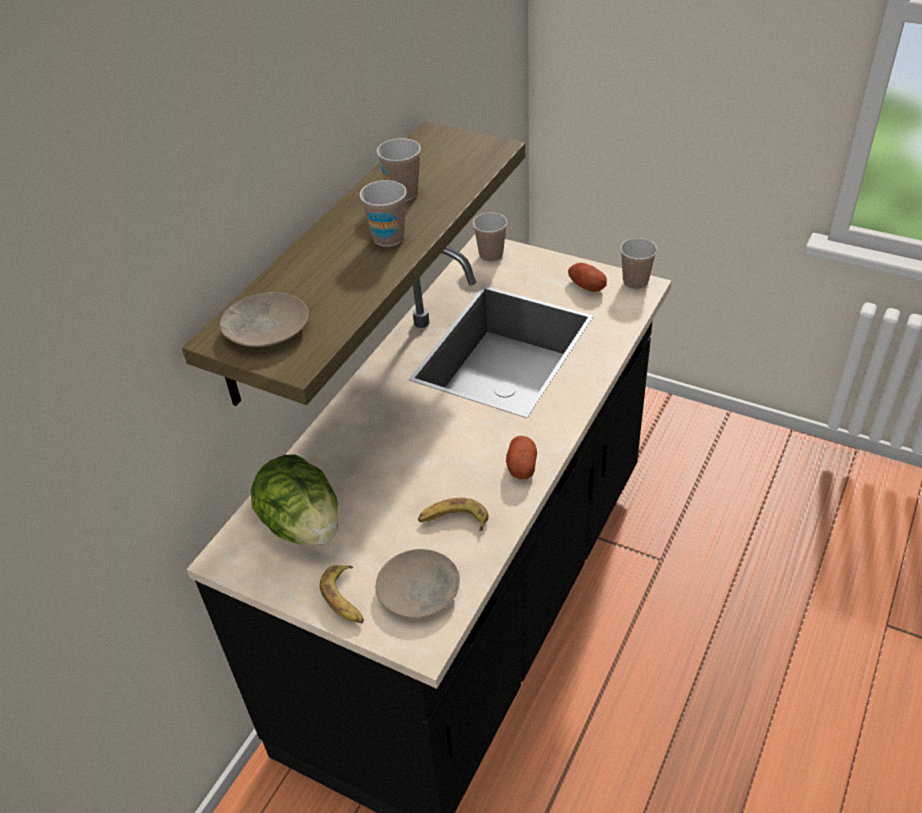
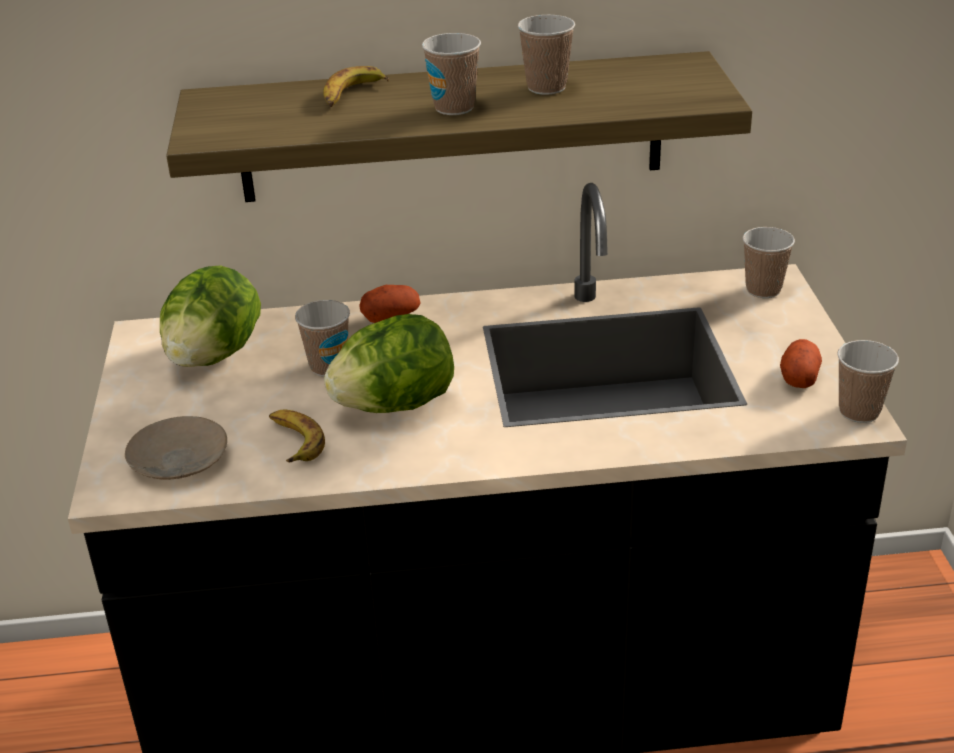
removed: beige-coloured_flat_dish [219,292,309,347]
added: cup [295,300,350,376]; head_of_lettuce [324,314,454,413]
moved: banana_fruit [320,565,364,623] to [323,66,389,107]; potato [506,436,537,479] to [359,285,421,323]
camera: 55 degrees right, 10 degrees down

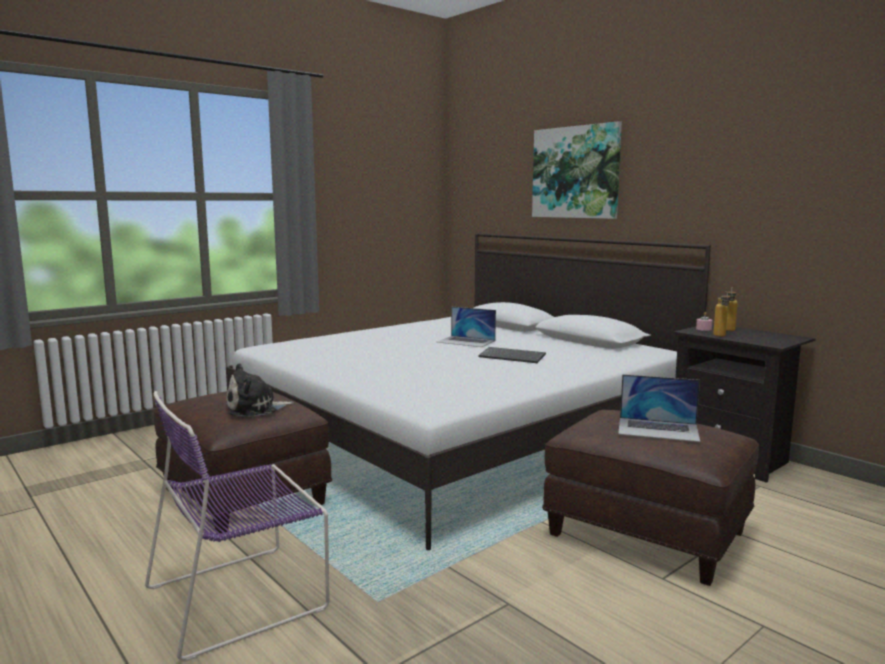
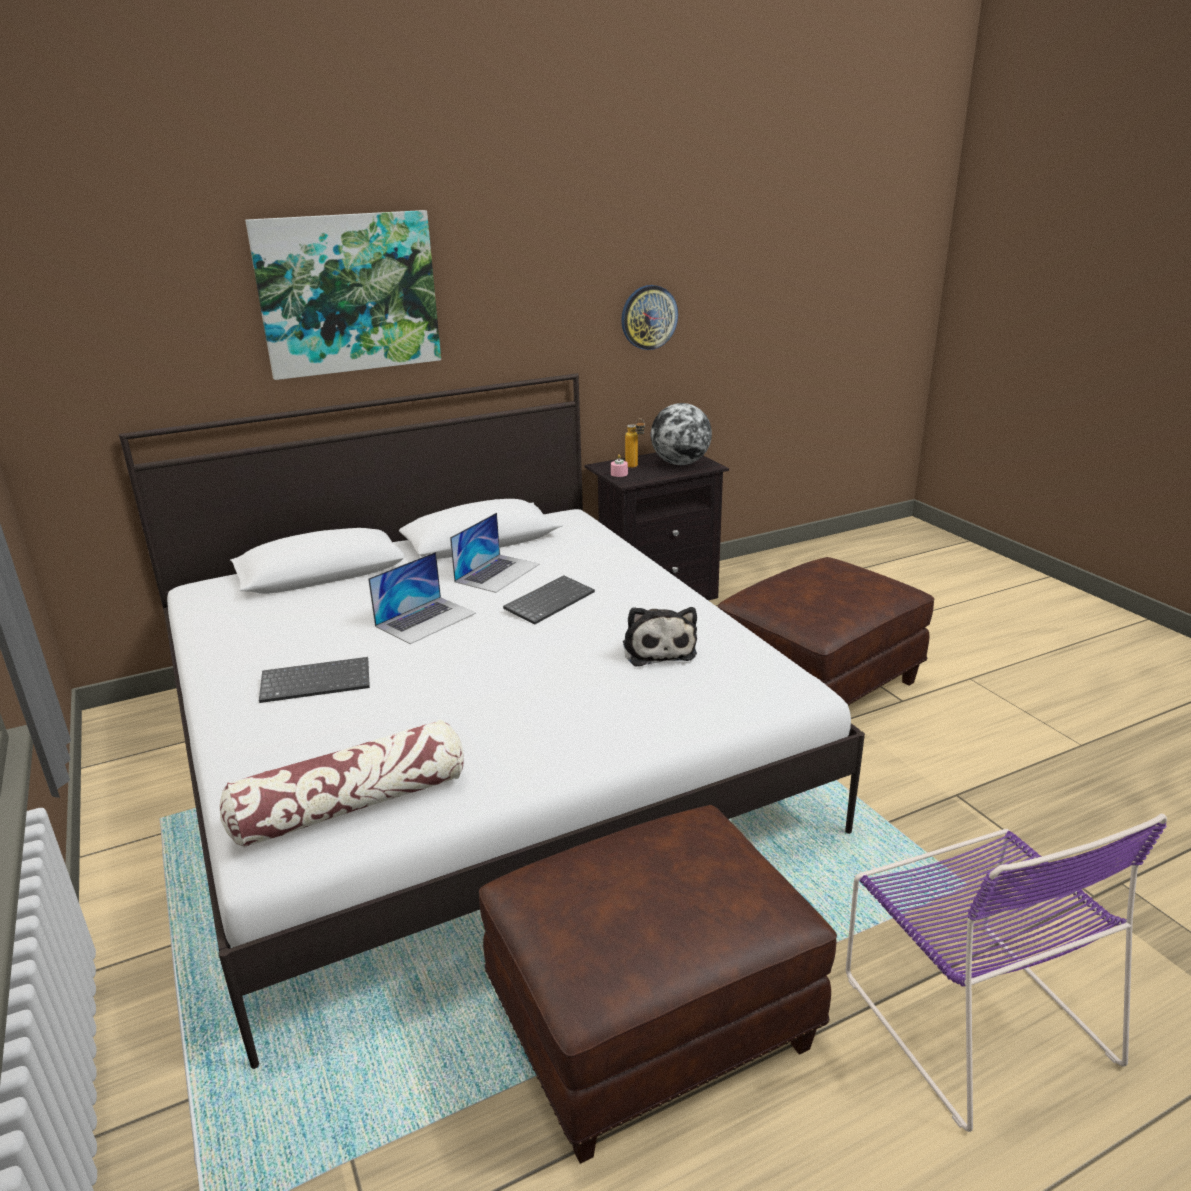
removed: bottle [713,291,730,337]
added: throw_pillow [220,720,464,848]; keyboard [259,657,370,703]; hanging_clock [621,285,678,350]; desk_globe [651,403,712,465]
moved: portable_computer [618,374,700,442] to [450,513,540,593]; soft_toy [226,363,294,417] to [623,607,697,667]
camera: 75 degrees left, 15 degrees up

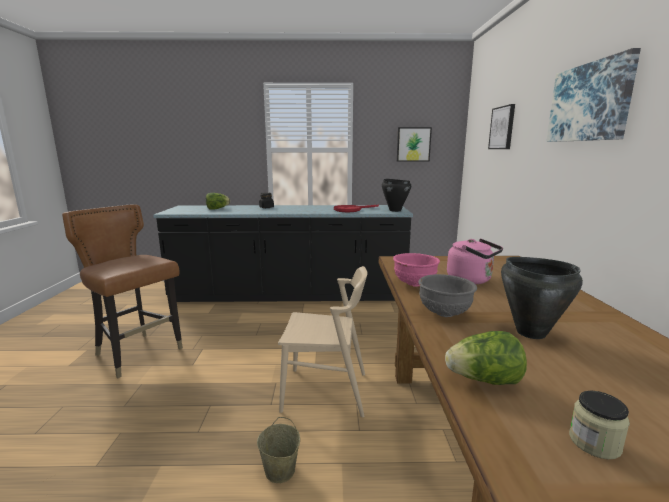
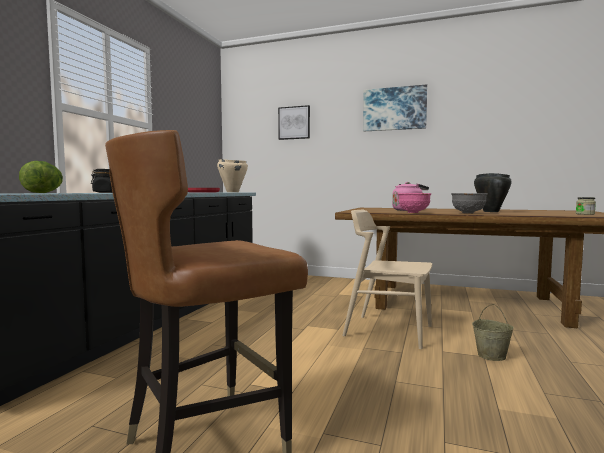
removed: wall_art [397,127,432,161]; head_of_lettuce [445,331,527,385]
recoloured: blackish_saucepot [382,179,411,212] to beige-coloured_saucepot [217,159,248,192]
turned: beige-coloured_chair [278,266,367,417] = [342,210,432,349] 90 degrees counterclockwise
camera: 70 degrees left, 10 degrees down

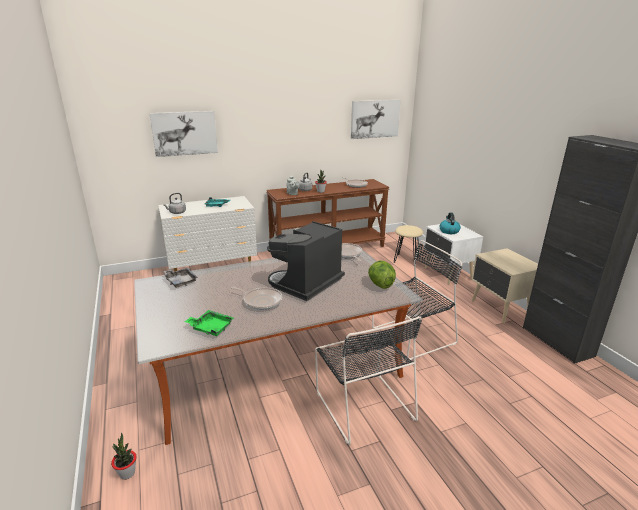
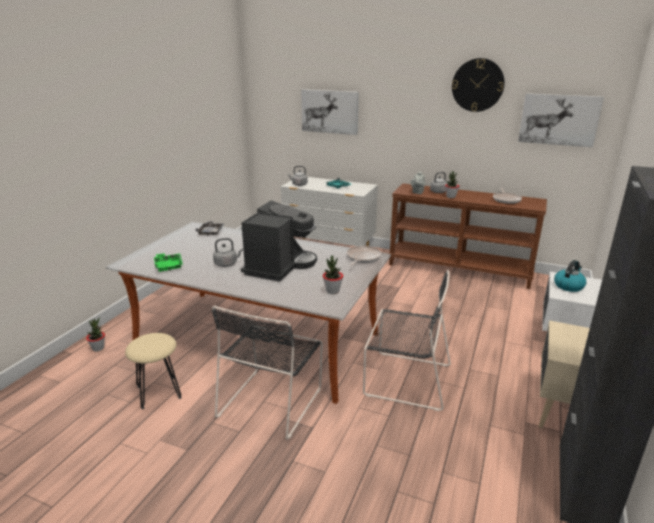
added: hanging_clock [452,58,504,112]
moved: beige-coloured_stool_seat [394,225,423,263] to [125,333,182,409]
replaced: frying_pan [231,286,282,310] to gray_tea_kettle [213,238,243,267]; head_of_lettuce [368,261,396,289] to plant_in_a_pot [323,256,343,294]
turned: coffee_maker [267,221,345,301] = [241,200,317,282] 120 degrees clockwise
camera: 45 degrees right, 0 degrees up

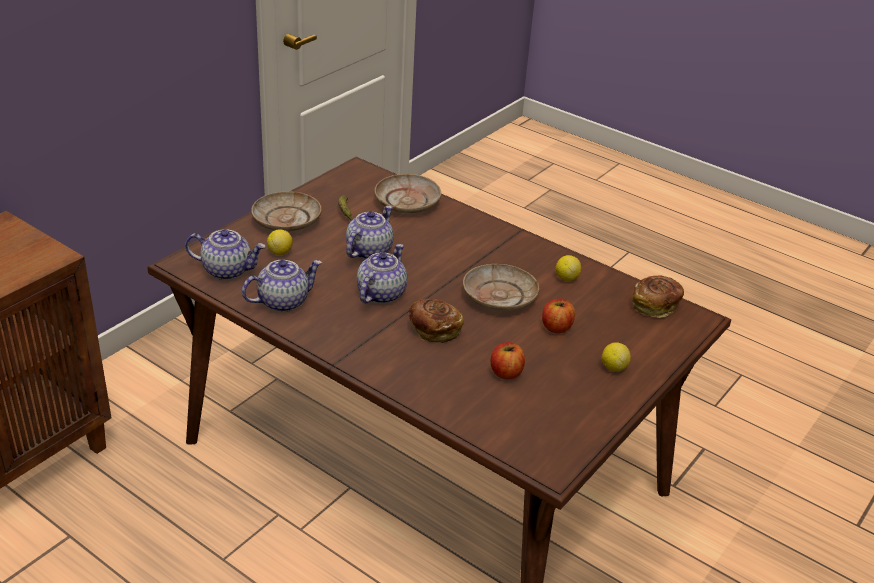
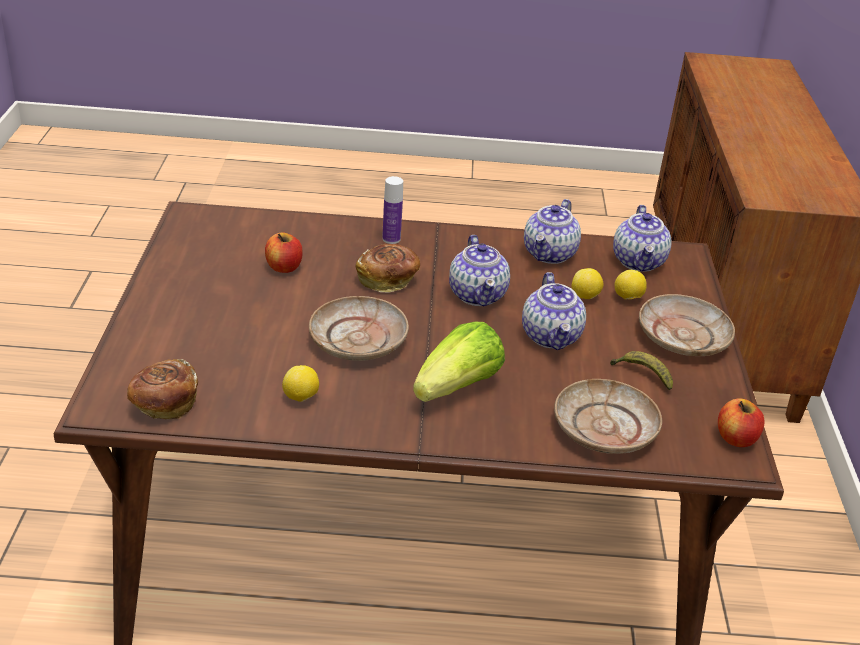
added: bottle [382,176,403,244]; head_of_lettuce [413,322,505,402]
moved: lemon [602,342,631,372] to [572,268,603,299]; whole_apple [542,299,575,333] to [718,398,765,447]
turned: tea_pot [185,229,266,280] = [613,205,671,272] 60 degrees counterclockwise
camera: 145 degrees right, 0 degrees up

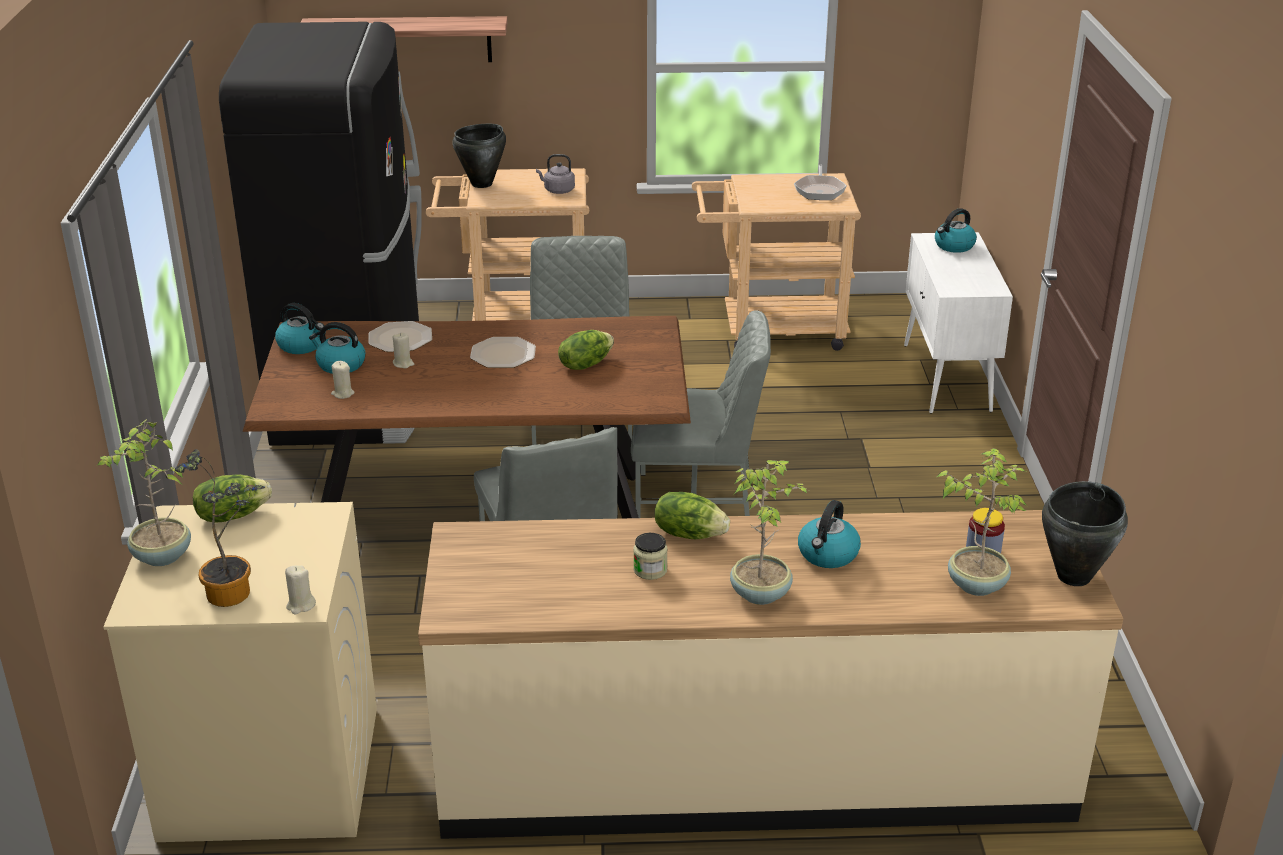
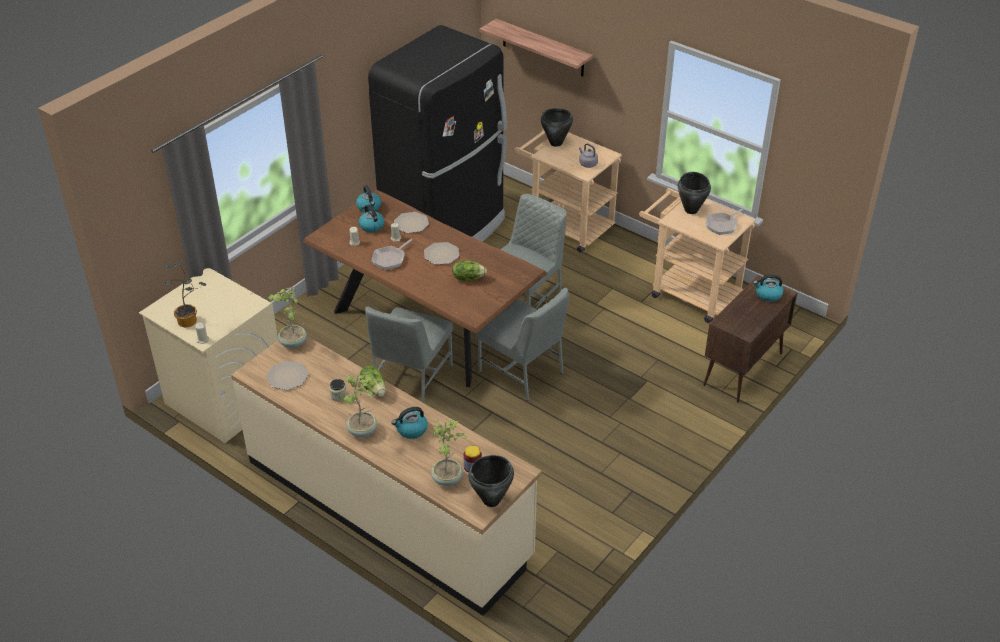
removed: head_of_lettuce [193,475,272,523]
added: flat_dish [266,361,309,390]; frying_pan [372,239,412,270]; blackish_saucepot [678,172,711,214]
moved: plant_in_a_pot [98,419,191,566] to [268,287,307,348]
recoloured: white_cupboard [904,232,1013,414] to brown-coloured_cupboard [703,275,798,403]
camera: 40 degrees right, 10 degrees up

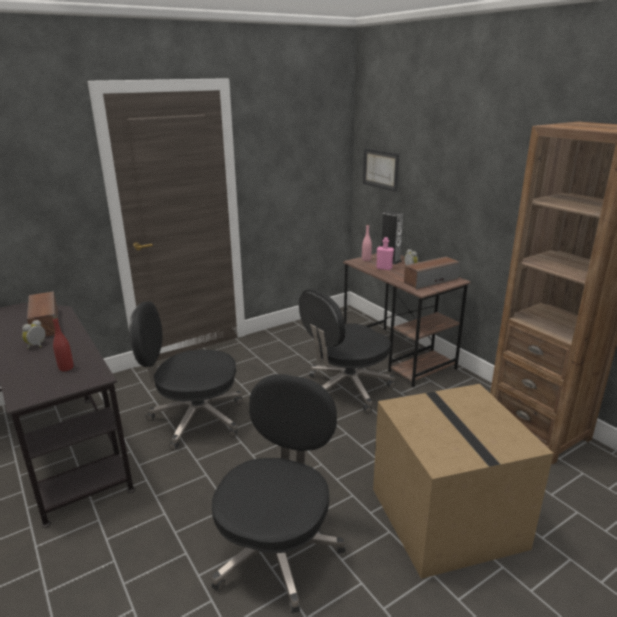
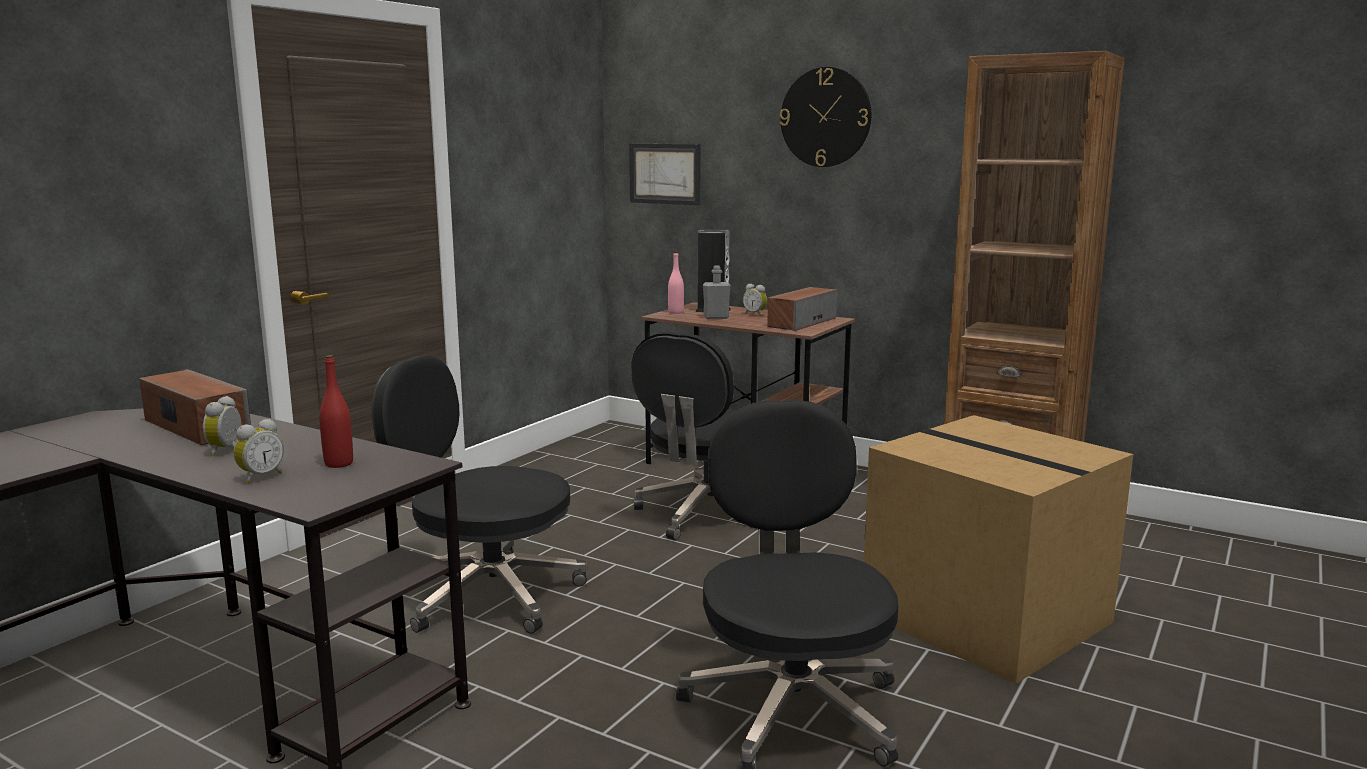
added: alarm_clock [234,419,284,483]; hanging_clock [780,67,871,167]
recoloured: pinkish_bottle [376,237,394,270] to gray_bottle [703,265,731,319]
turned: blackish_computer_chair [129,301,243,450] = [371,356,587,634] 45 degrees clockwise
camera: 25 degrees left, 10 degrees down

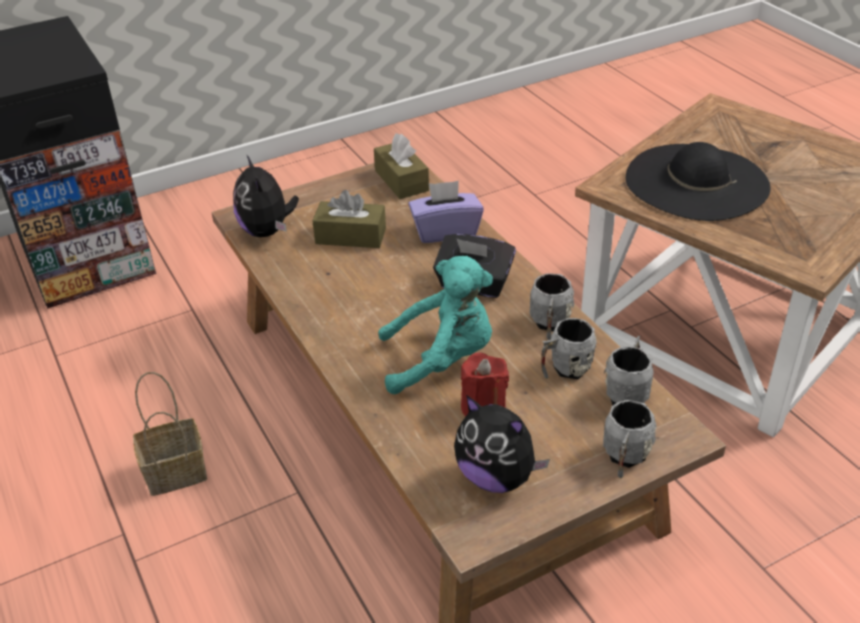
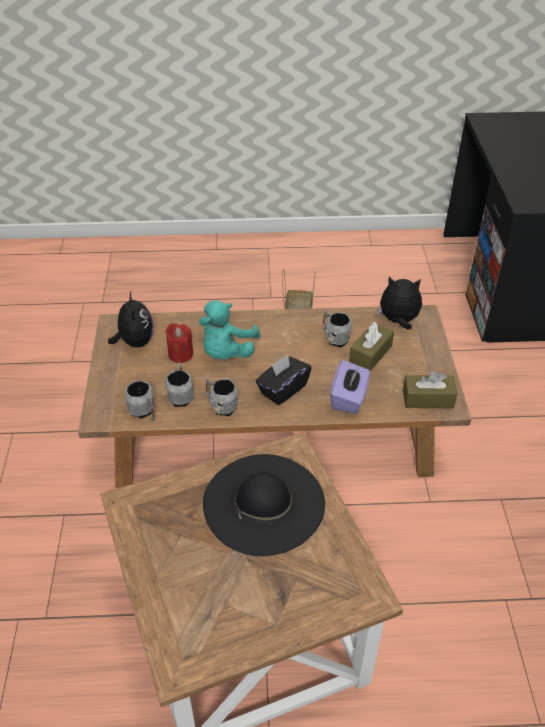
moved: gray_mug [603,400,657,478] to [323,310,352,348]
turned: soft_toy [454,395,550,493] = [108,292,154,347] 105 degrees clockwise
camera: 115 degrees right, 5 degrees up

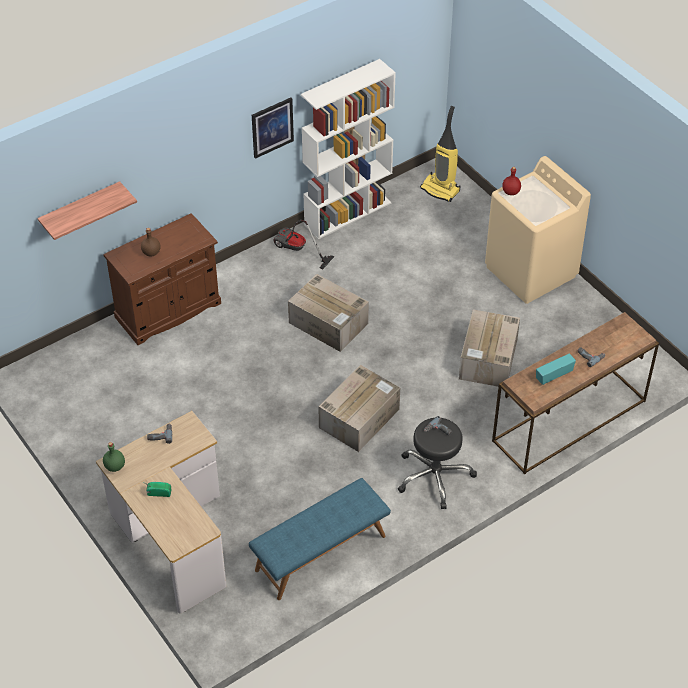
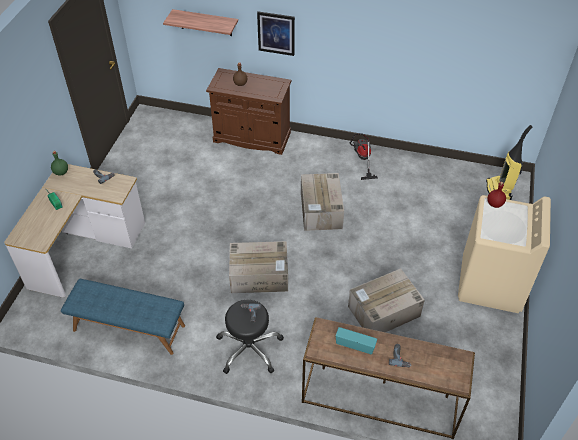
removed: white_bookshelf [301,59,396,239]
moved: wall_art [252,98,294,159] to [257,11,295,56]
camera: 50 degrees right, 0 degrees up

